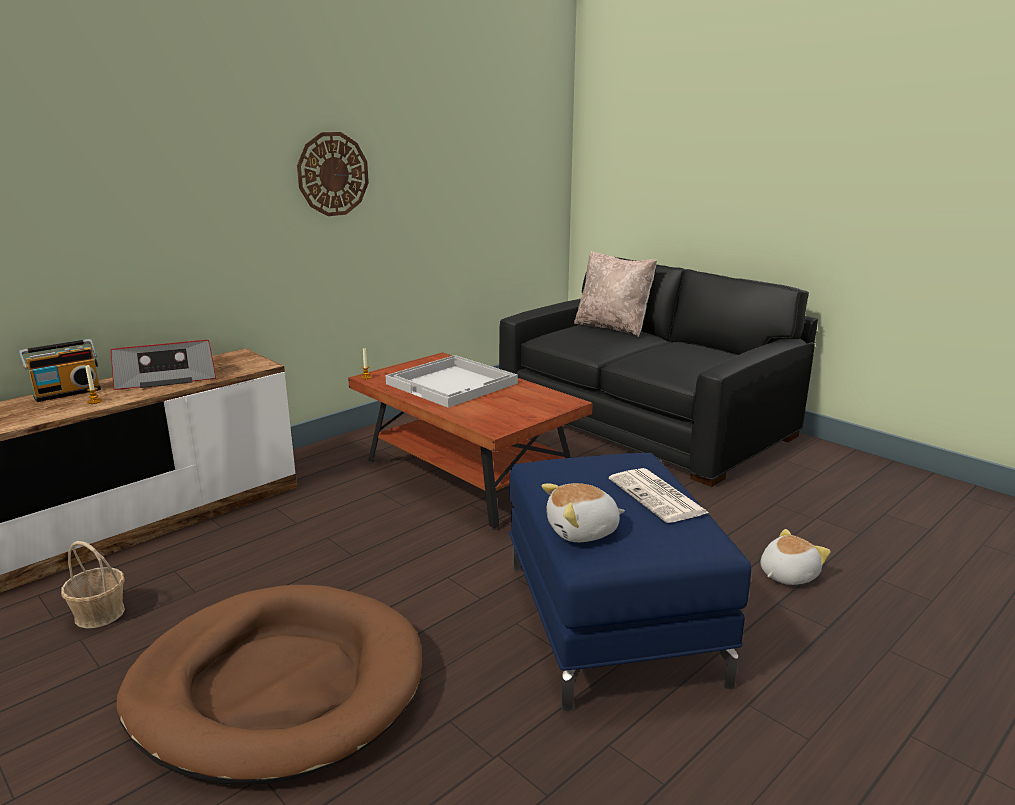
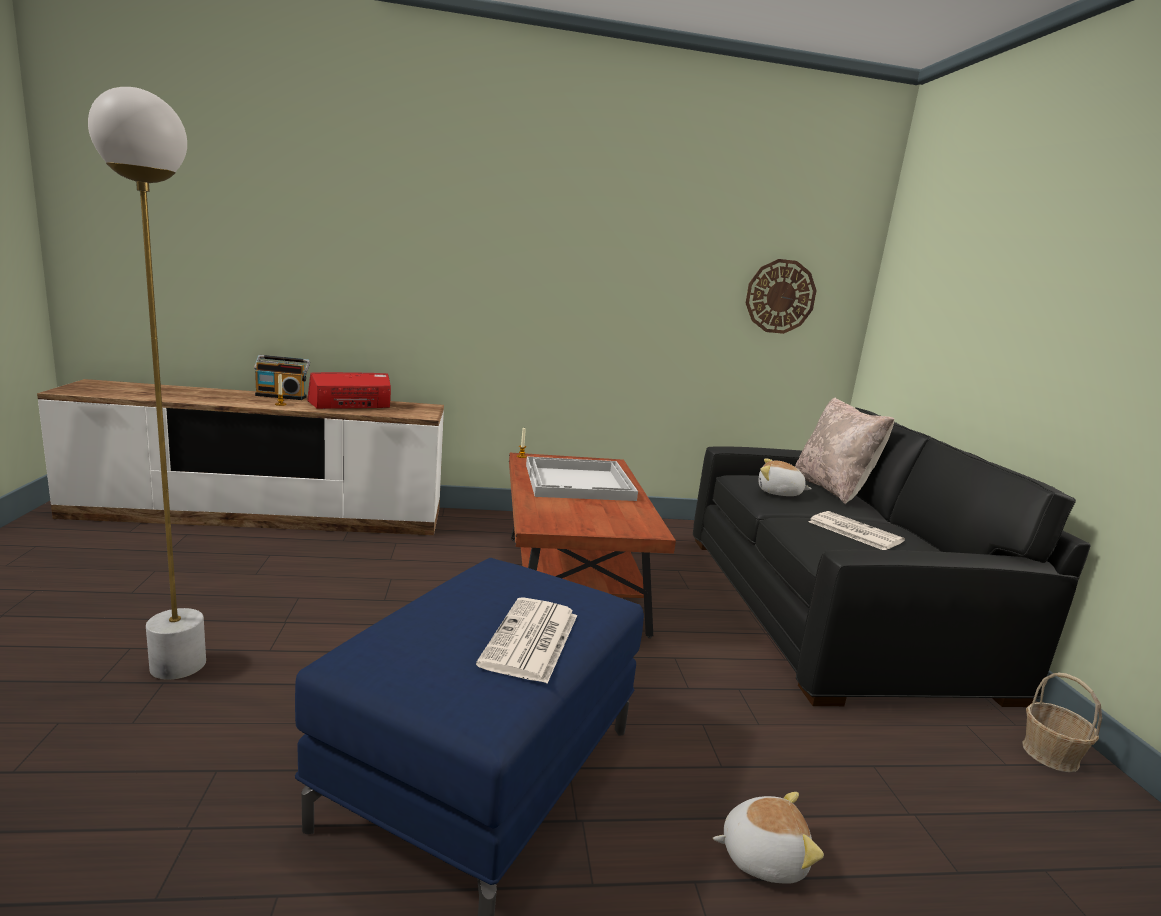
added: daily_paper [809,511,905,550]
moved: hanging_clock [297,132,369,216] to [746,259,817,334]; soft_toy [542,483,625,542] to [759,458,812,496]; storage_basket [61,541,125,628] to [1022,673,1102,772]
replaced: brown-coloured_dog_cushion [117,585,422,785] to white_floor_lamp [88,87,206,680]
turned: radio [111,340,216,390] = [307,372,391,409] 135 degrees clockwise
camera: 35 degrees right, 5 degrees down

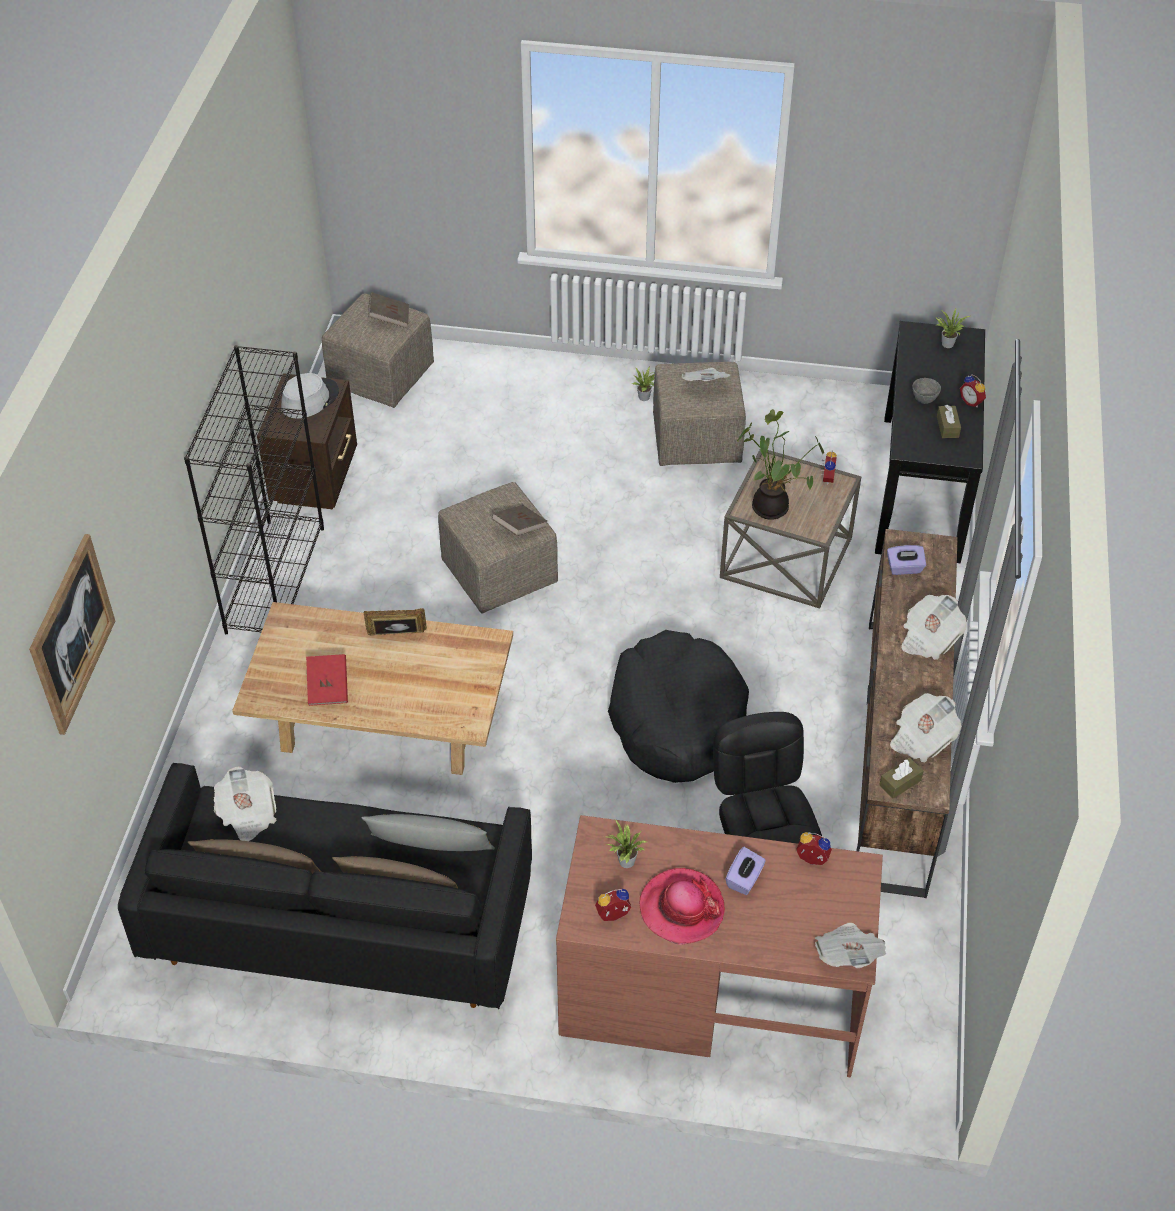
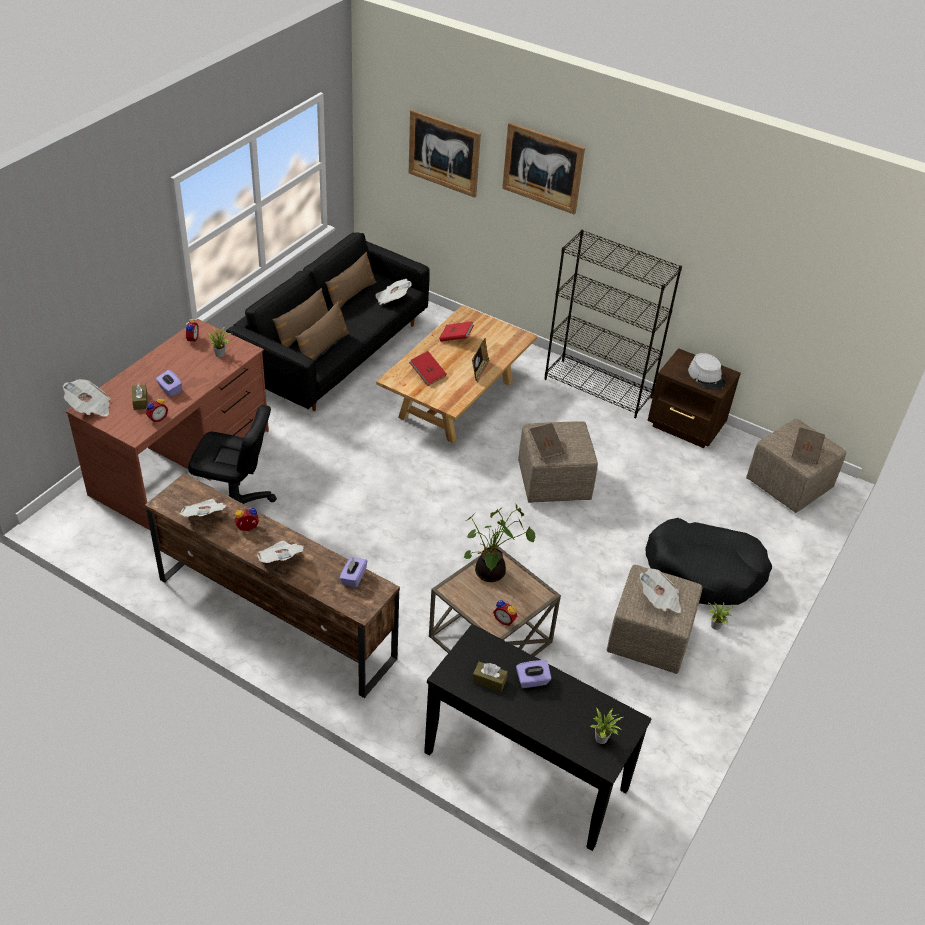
removed: hat [640,868,725,945]
added: red-coloured_volume [409,351,447,386]; wall_art [502,122,585,215]
moved: brown-coloured_tissue_box [879,757,924,799] to [132,383,148,410]; alarm_clock [960,374,986,407] to [235,507,259,531]; blackish_dog_cushion [608,630,749,783] to [645,518,772,605]
replaced: gray_serving_bowl [912,378,941,404] to purple-coloured_tissue_box [516,660,552,688]
recoloured: gray_throw_pillow [361,814,495,851] to brown-coloured_throw_pillow [295,301,350,360]
camera: 110 degrees right, 5 degrees down

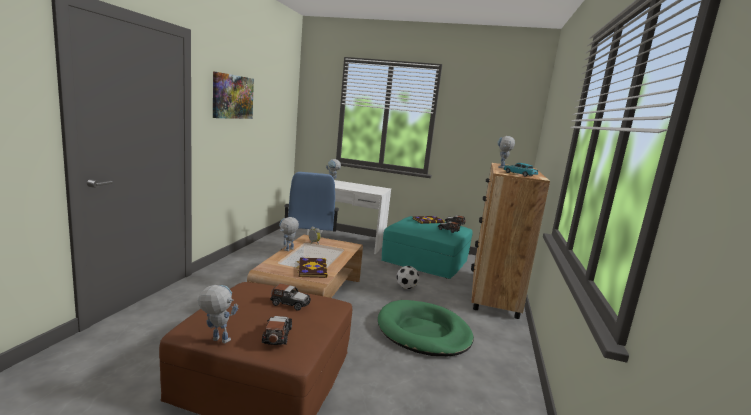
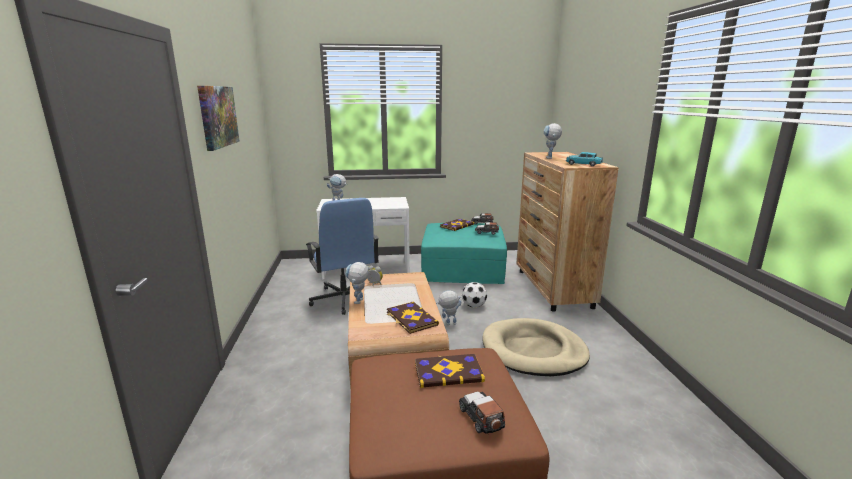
moved: toy_robot [198,285,238,343] to [436,290,462,325]
replaced: model_car [270,283,311,311] to volume [415,354,485,388]
recoloured: green_dog_cushion [378,300,474,356] to beige-coloured_dog_cushion [482,318,590,376]
camera: 20 degrees left, 5 degrees up

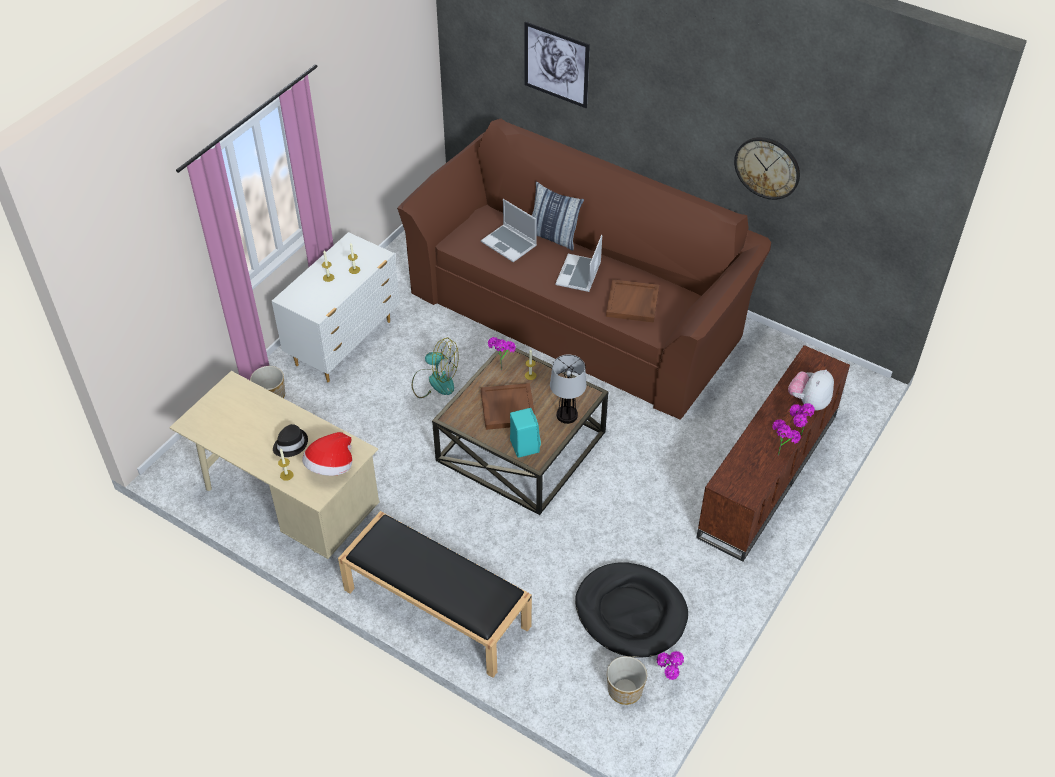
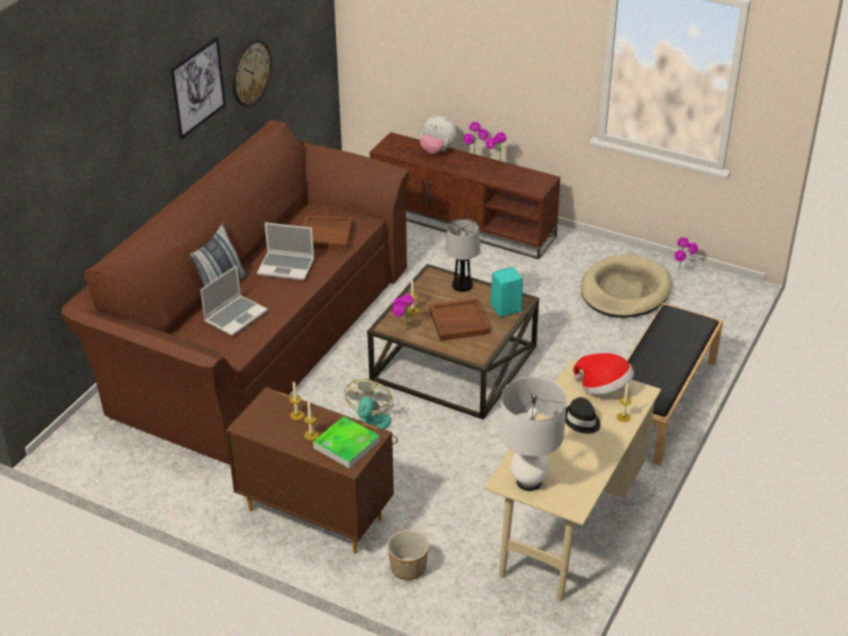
removed: planter [607,656,647,705]
added: carrying_tray [313,416,380,469]; white_lamp_for_a_table [500,377,567,491]
moved: wall_art [524,21,590,108] to [170,36,226,140]
recoloured: white_dresser [272,232,400,383] to brown-coloured_dresser [226,387,394,553]; blackish_dog_cushion [575,562,688,658] to beige-coloured_dog_cushion [581,254,671,318]
camera: 95 degrees left, 10 degrees down

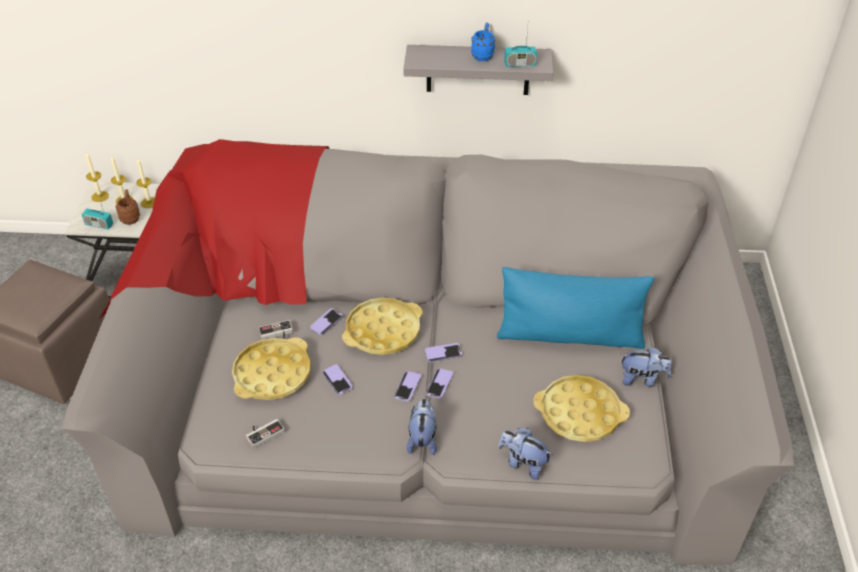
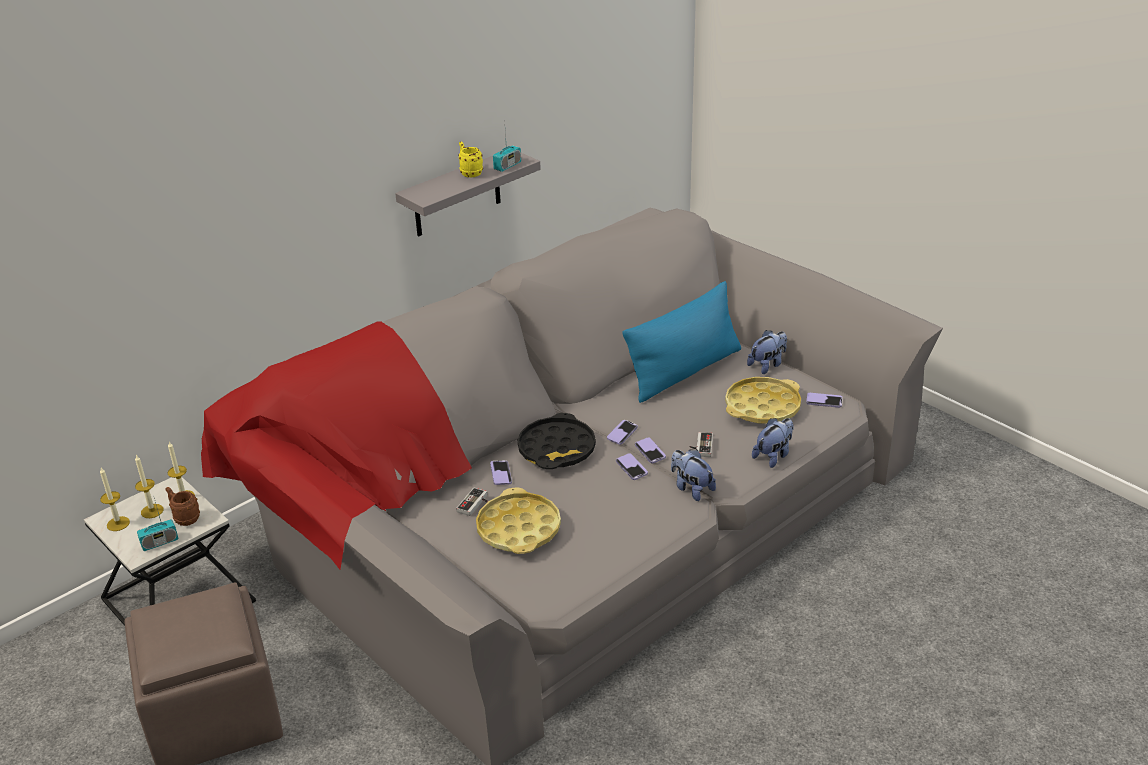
moved: gamepad [246,419,285,448] to [690,432,713,457]; phone [322,364,353,395] to [806,393,843,408]
recoloured: blue_mug [471,23,495,61] to yellow_mug [458,142,483,177]; yellow_carrying_tray [342,298,423,355] to blackish_carrying_tray [518,413,596,469]
turned: soft_toy [498,428,553,480] = [752,418,793,468] 150 degrees clockwise
camera: 45 degrees left, 10 degrees down

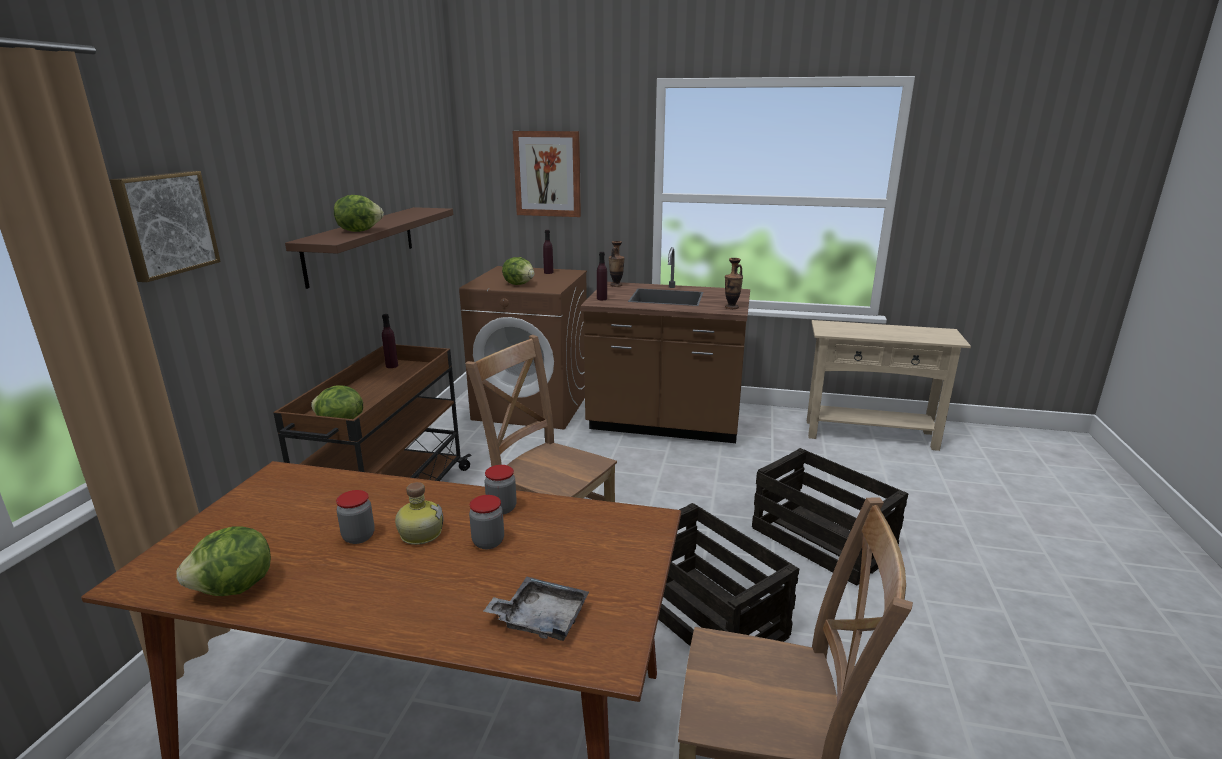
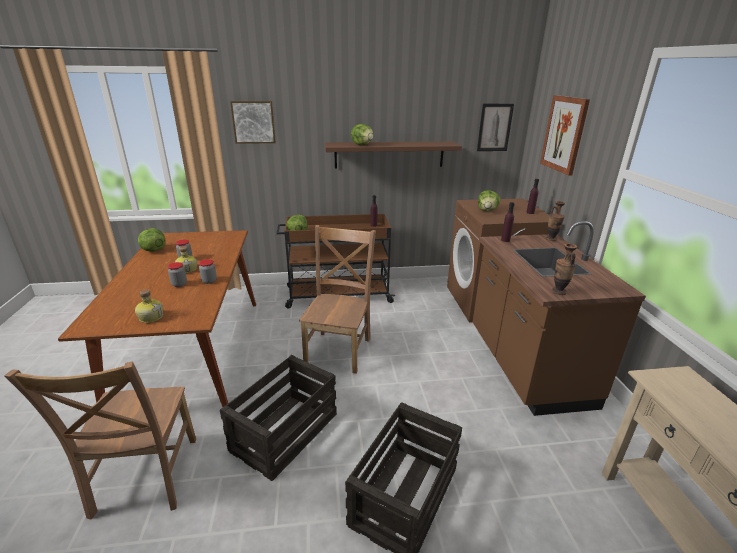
removed: gray_carrying_tray [484,577,589,641]
added: bottle [135,289,163,323]; wall_art [477,104,514,151]
camera: 70 degrees right, 5 degrees up

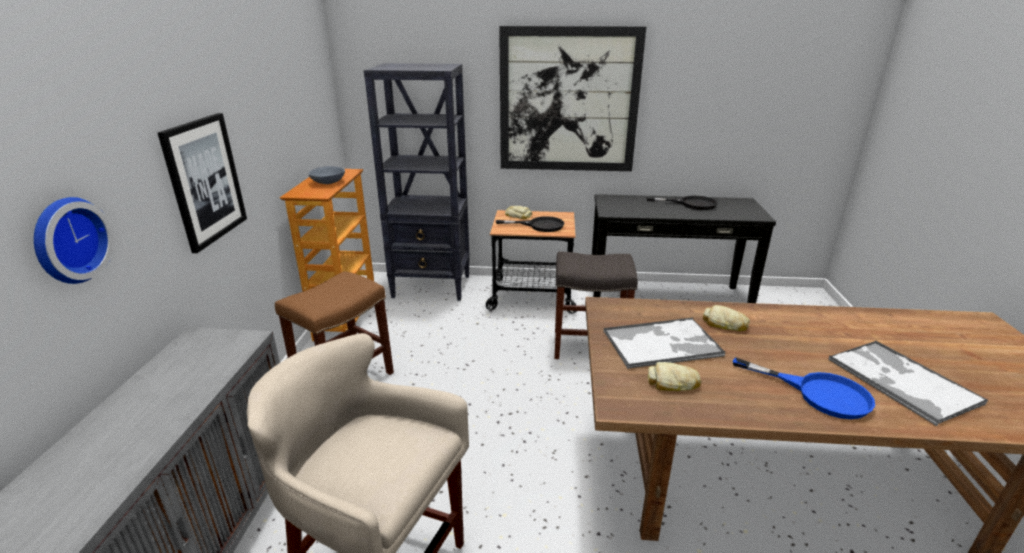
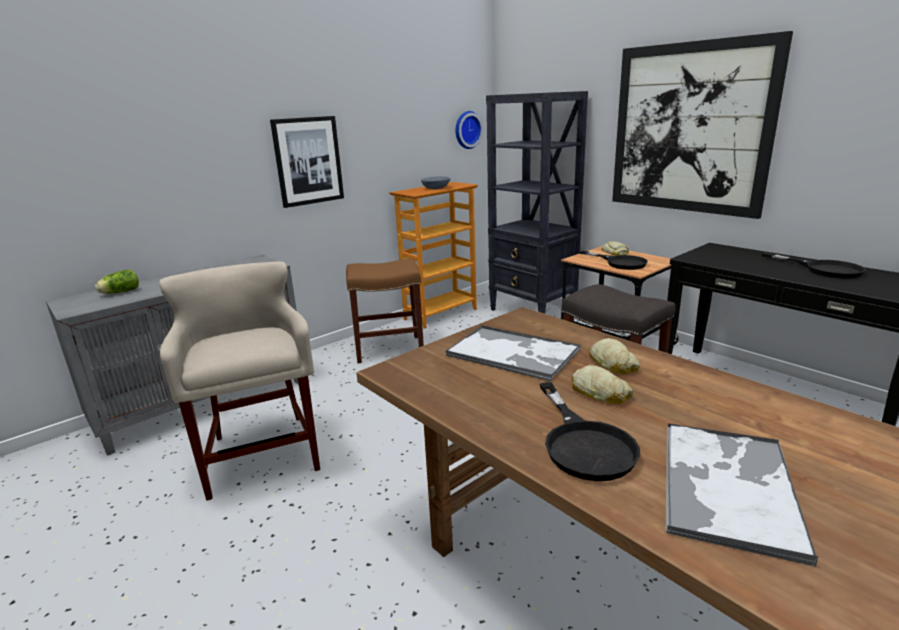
added: head_of_lettuce [95,270,139,294]
moved: hanging_clock [34,197,114,284] to [456,111,483,149]; bread [648,362,702,391] to [572,365,633,404]
recoloured: blue_frying_pan [733,357,875,419] to blackish_frying_pan [540,382,640,481]
camera: 45 degrees right, 5 degrees down

